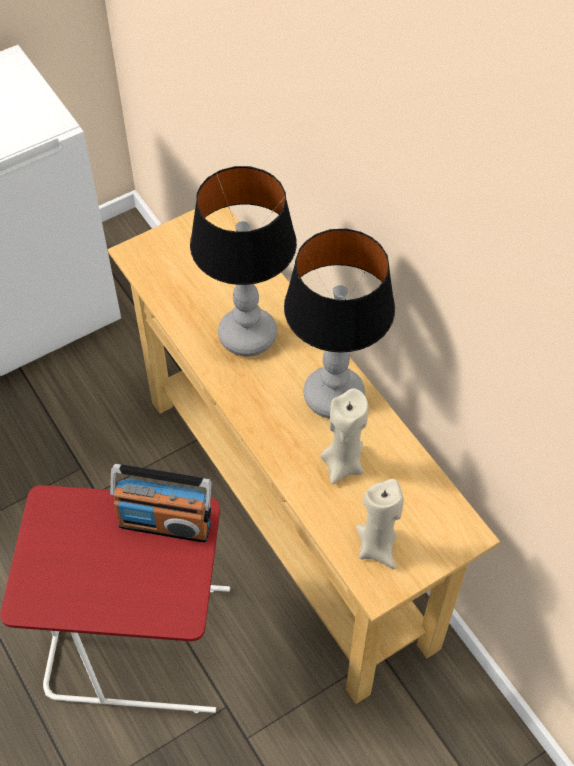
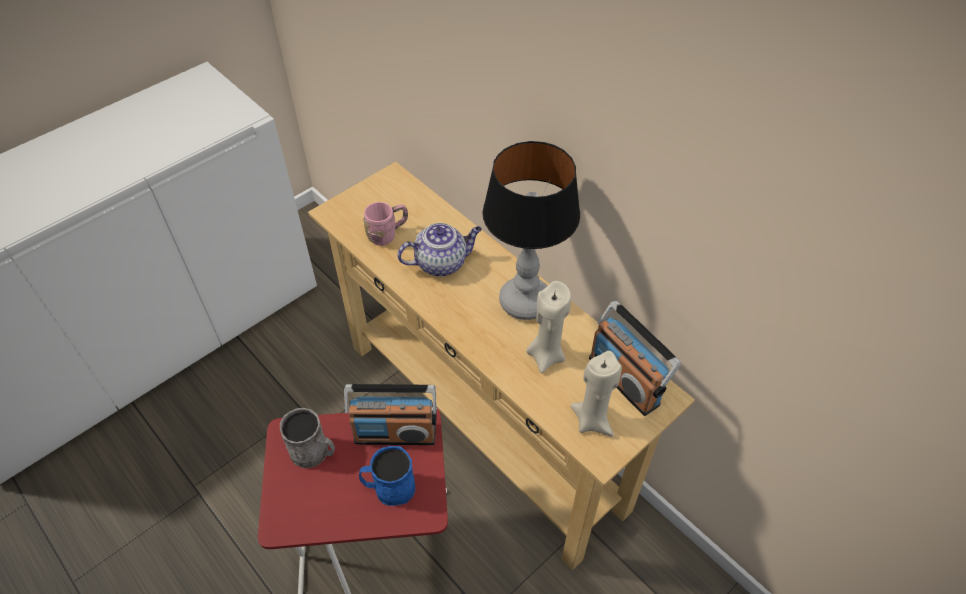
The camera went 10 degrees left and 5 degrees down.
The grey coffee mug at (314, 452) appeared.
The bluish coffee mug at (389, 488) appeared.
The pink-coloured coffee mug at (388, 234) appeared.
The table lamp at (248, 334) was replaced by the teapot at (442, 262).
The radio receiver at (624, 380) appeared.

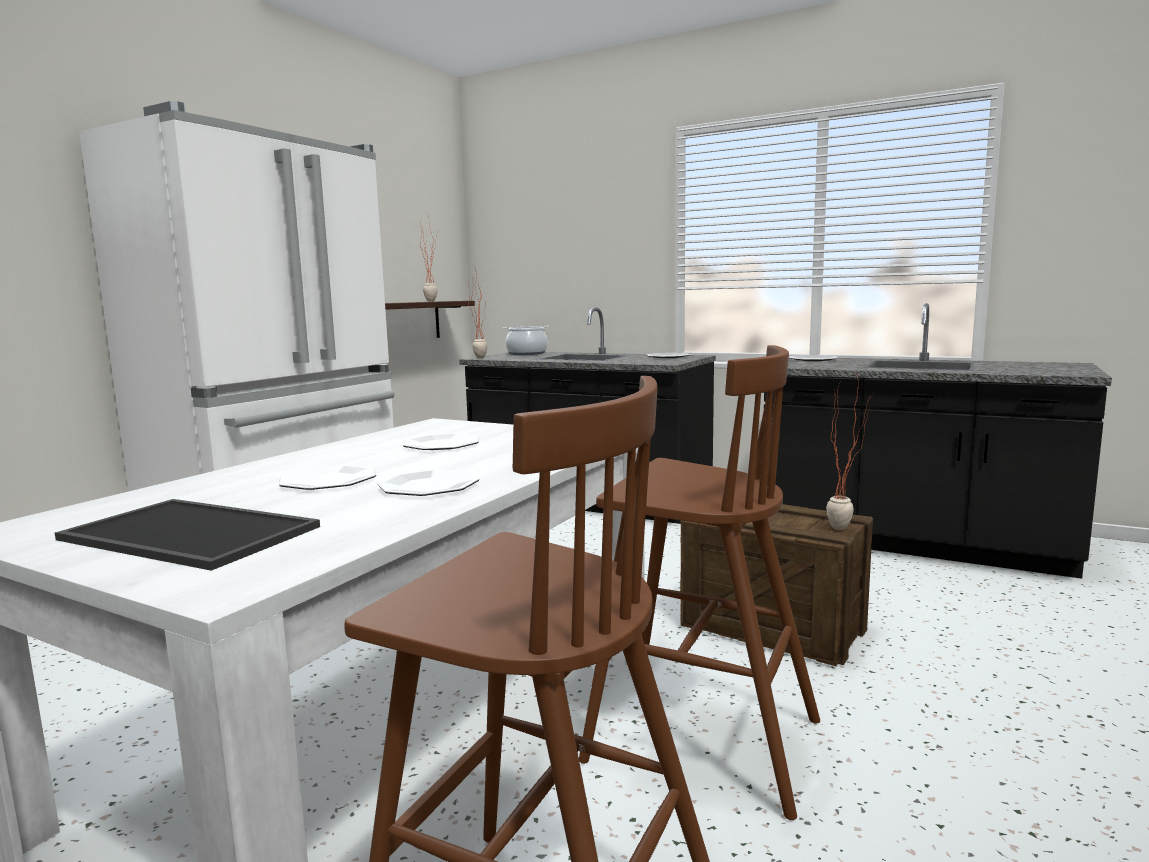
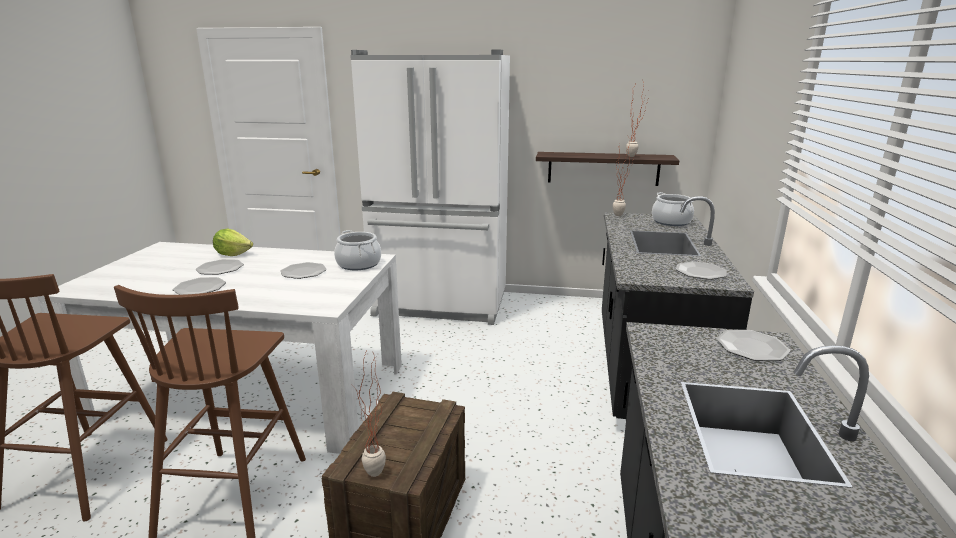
The camera went 70 degrees right and 10 degrees up.
The head of lettuce at (233, 254) appeared.
The stockpot at (358, 264) appeared.
The carrying tray at (185, 534) disappeared.

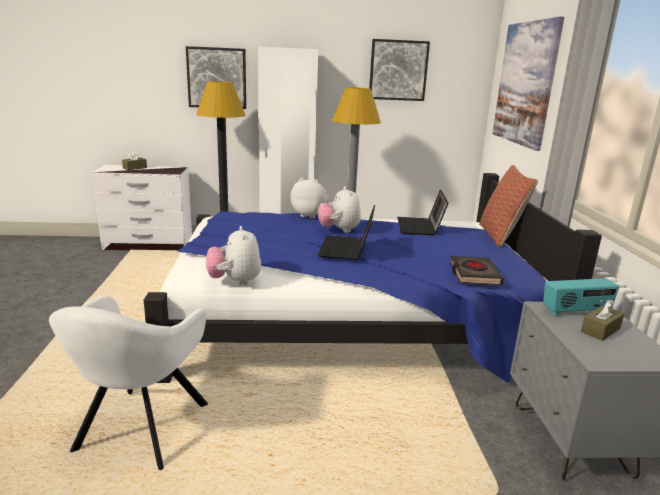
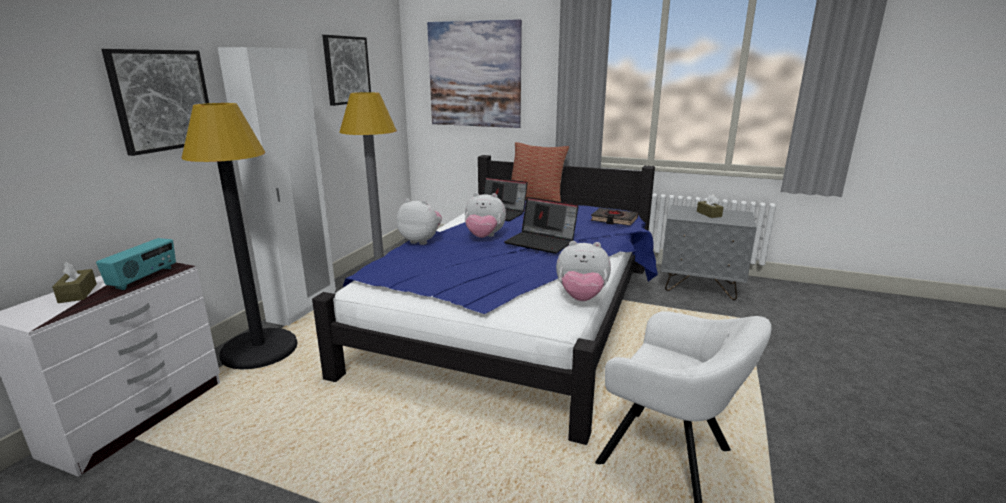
The camera went 65 degrees left and 0 degrees up.
The radio receiver moved from (576, 311) to (144, 278).
The plush toy at (310, 215) turned 60 degrees clockwise.

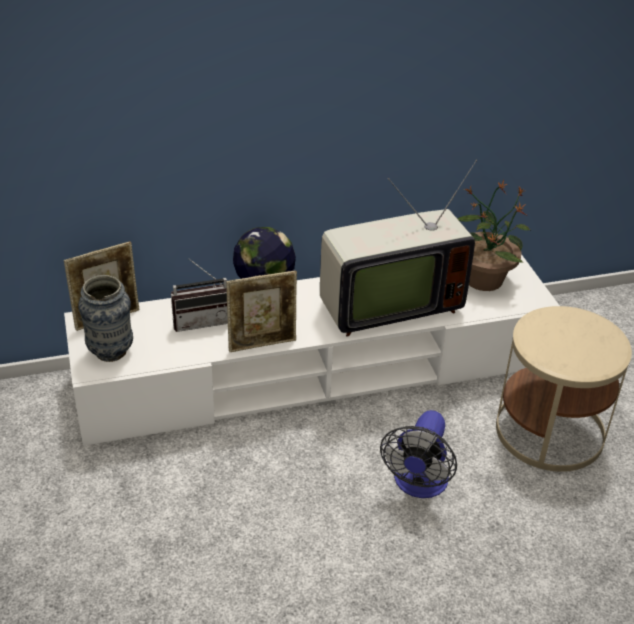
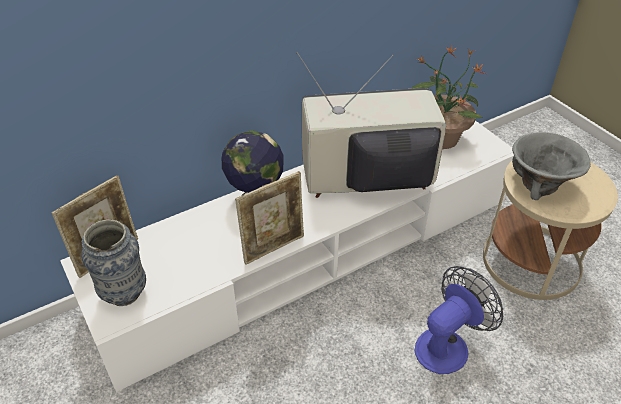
The camera went 15 degrees left and 5 degrees up.
The television at (386, 305) turned 150 degrees counterclockwise.
The fan at (418, 484) turned 135 degrees counterclockwise.
The grey serving bowl at (541, 184) appeared.
The radio receiver at (201, 320) disappeared.

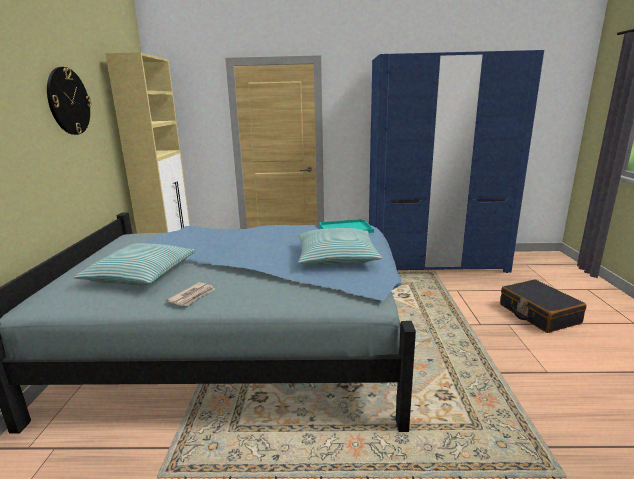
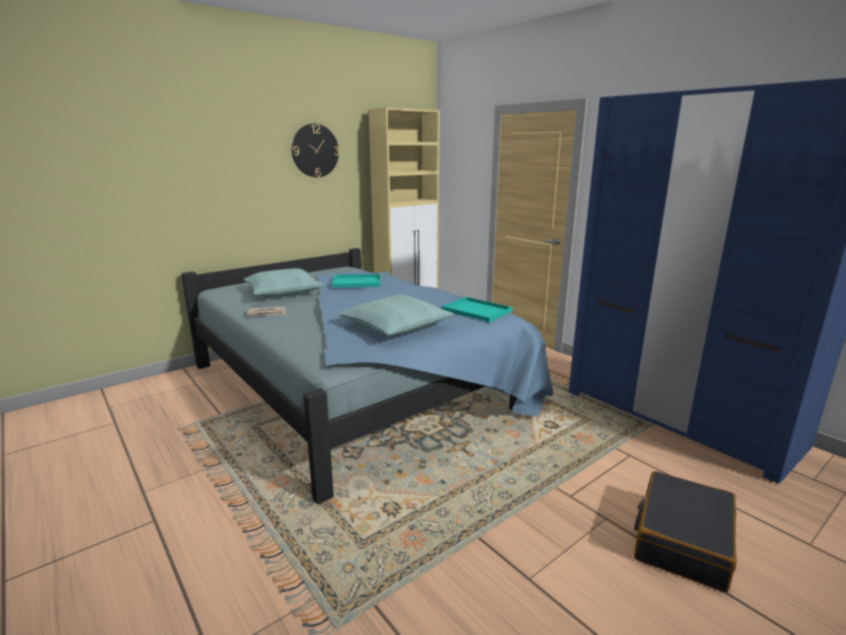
The camera went 50 degrees right and 0 degrees up.
The turquoise-coloured carrying tray at (358, 282) appeared.

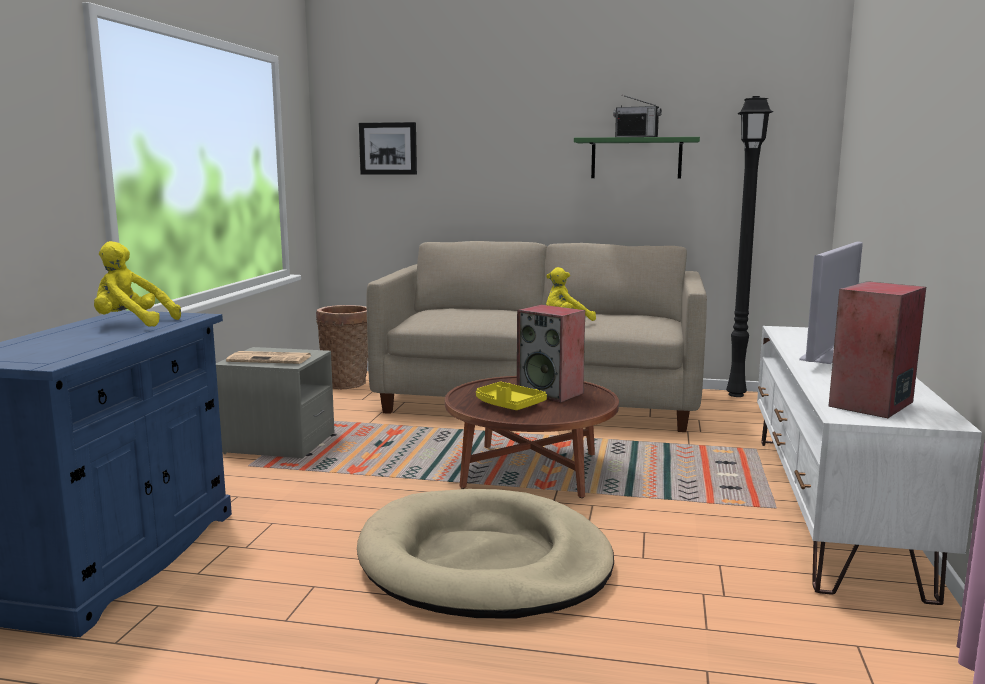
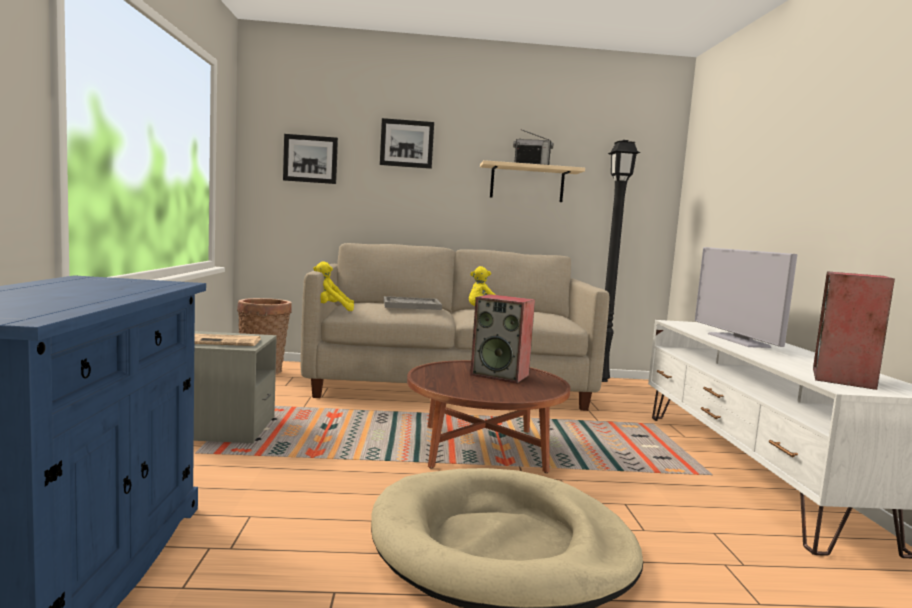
The camera went 15 degrees left and 5 degrees down.
The yellowish plush toy moved from (132, 323) to (330, 309).
The picture at (407, 143) appeared.
The grey carrying tray at (412, 305) appeared.
The green-coloured shelf at (636, 158) became the beige-coloured shelf at (527, 183).
The television at (825, 354) turned 150 degrees clockwise.
The yellowish carrying tray at (508, 405) disappeared.

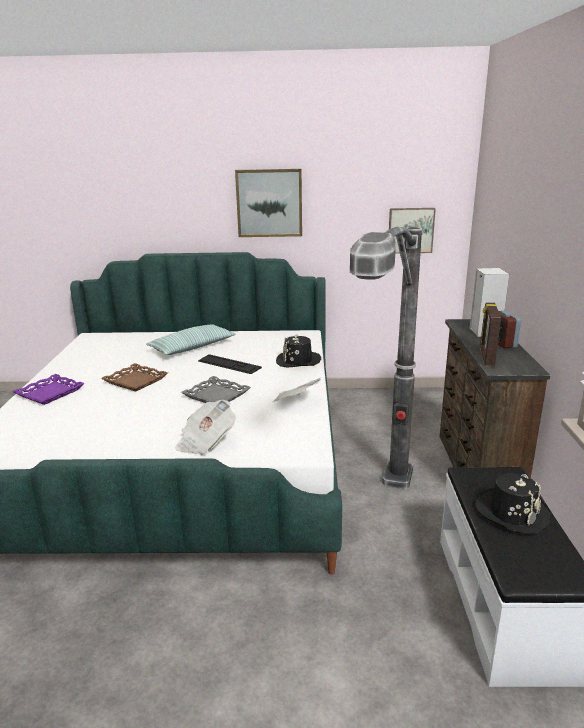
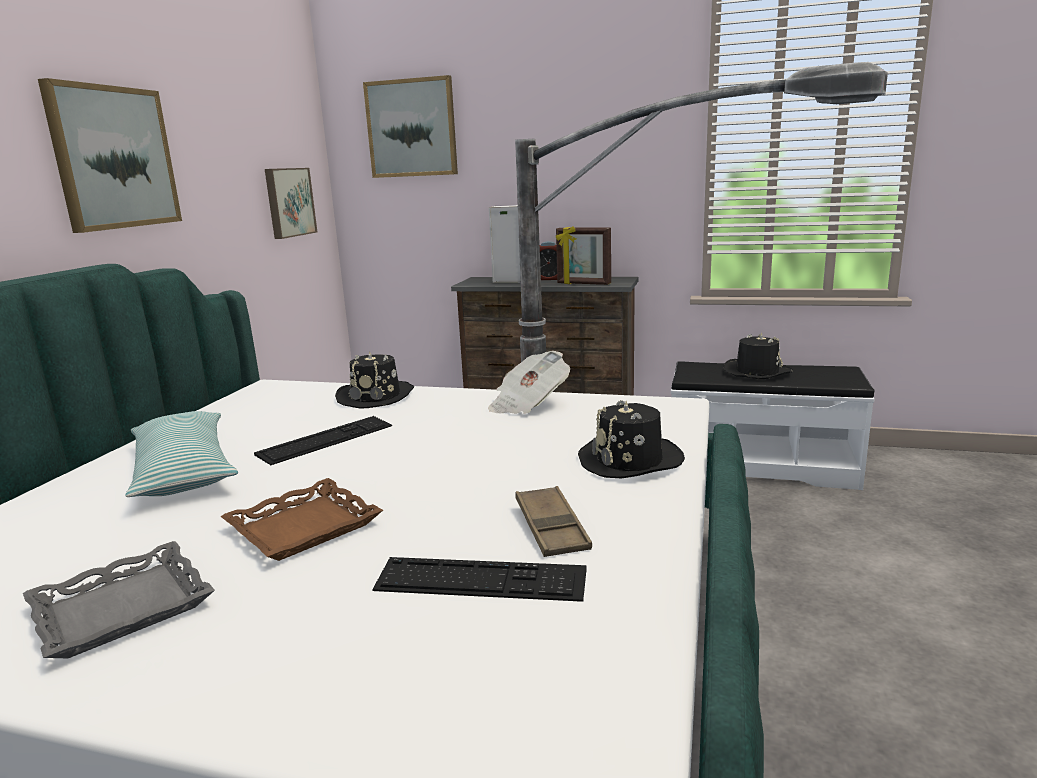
The camera went 75 degrees left and 5 degrees down.
The grey carrying tray moved from (217, 395) to (122, 607).
The picture at (412, 128) appeared.
The computer keyboard at (481, 580) appeared.
The brownish carrying tray at (551, 528) appeared.
The daily paper at (205, 442) was replaced by the blackish clothing hat at (630, 460).
The purplish carrying tray at (49, 393) disappeared.

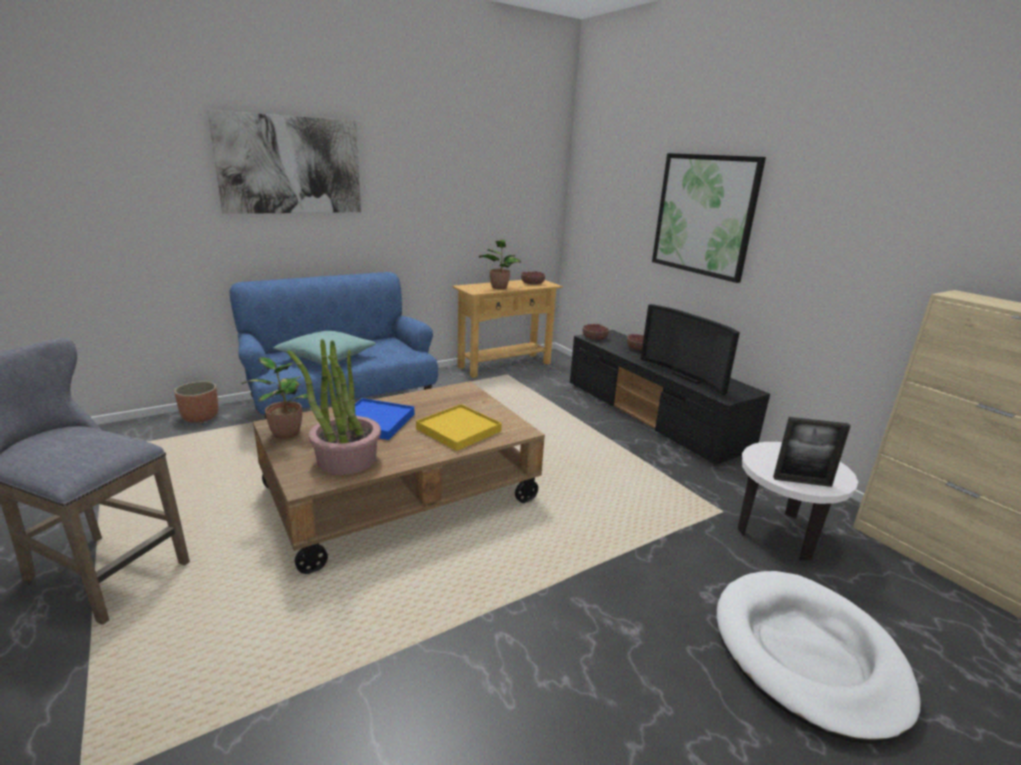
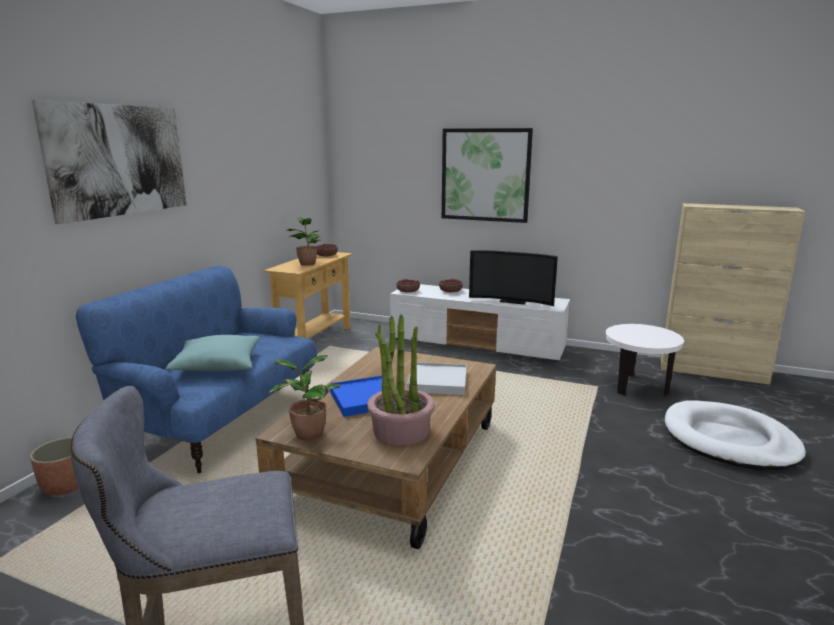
The camera went 35 degrees left and 5 degrees down.
The blackish tv stand at (653, 416) became the white-coloured tv stand at (478, 343).
The yellowish carrying tray at (459, 430) became the white-coloured carrying tray at (438, 381).
The standing frame at (802, 481) disappeared.

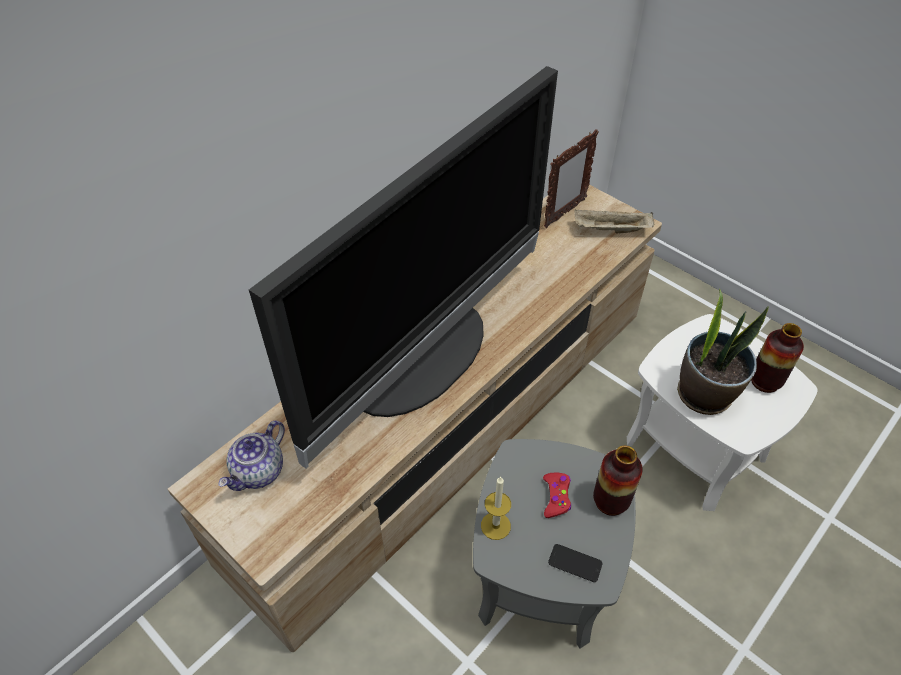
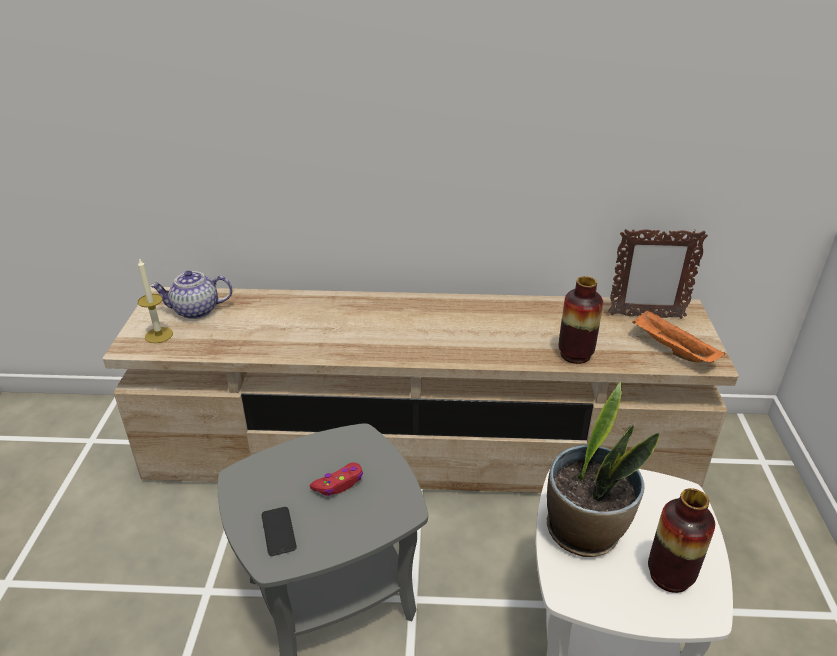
The camera went 50 degrees right and 15 degrees down.
The candle moved from (495, 526) to (159, 335).
The flower vase moved from (610, 501) to (575, 354).
The beige-coloured carrying tray at (610, 230) became the orange-coloured carrying tray at (671, 350).
The television at (424, 361) disappeared.

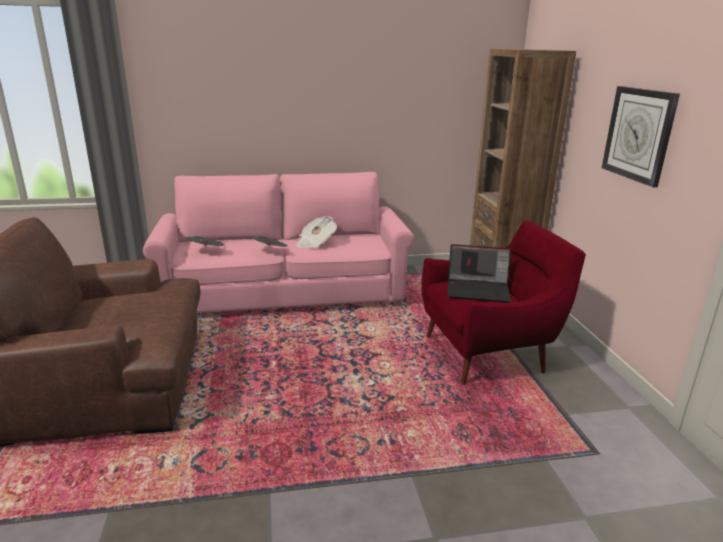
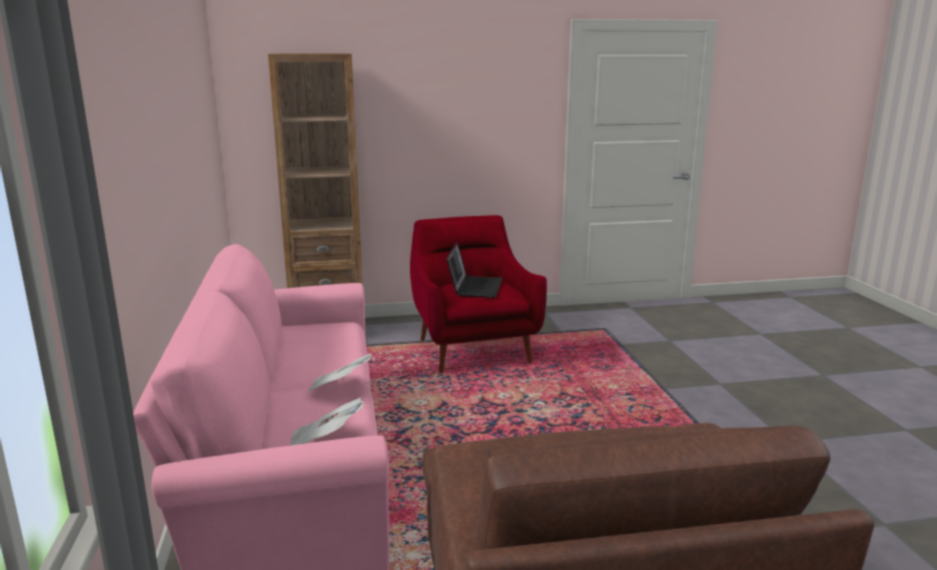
The camera went 90 degrees left and 5 degrees down.
The daily paper at (315, 243) disappeared.
The wall clock at (639, 134) disappeared.

